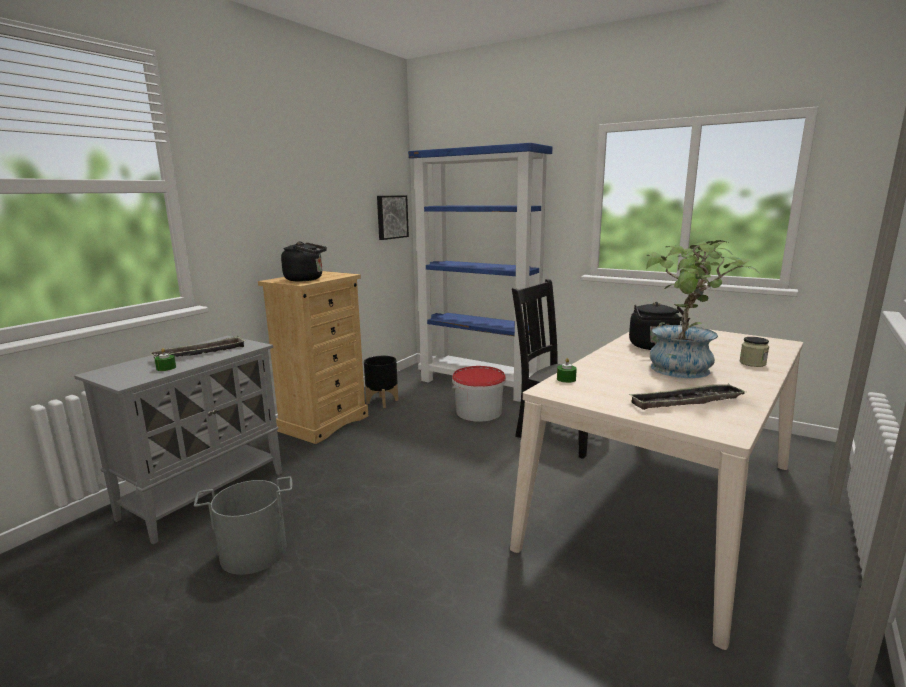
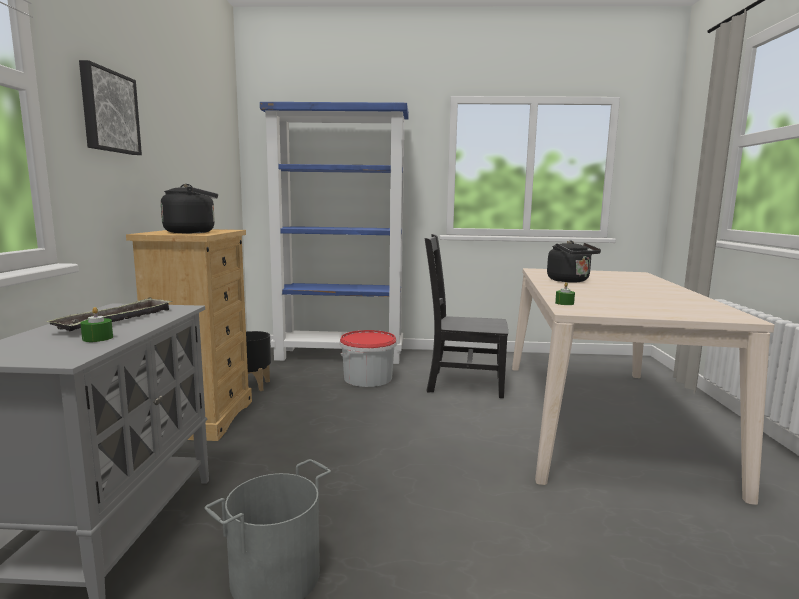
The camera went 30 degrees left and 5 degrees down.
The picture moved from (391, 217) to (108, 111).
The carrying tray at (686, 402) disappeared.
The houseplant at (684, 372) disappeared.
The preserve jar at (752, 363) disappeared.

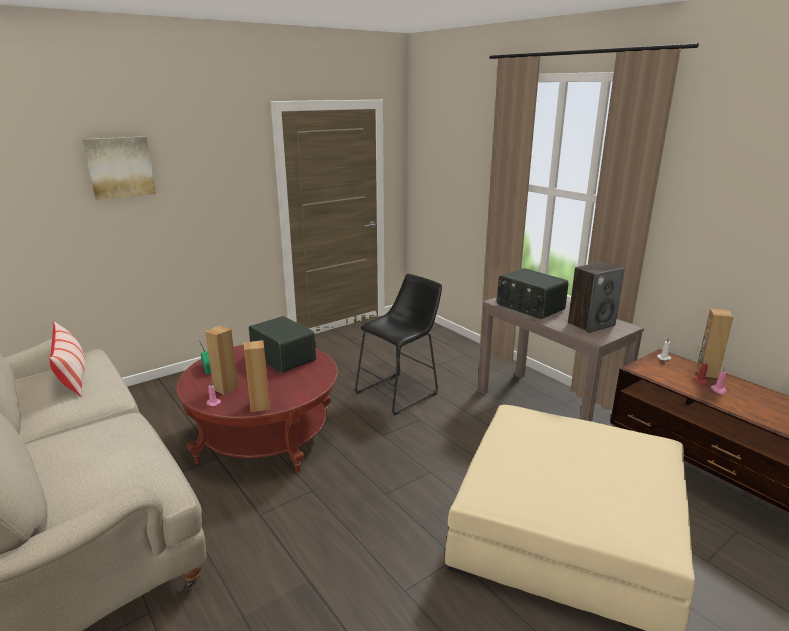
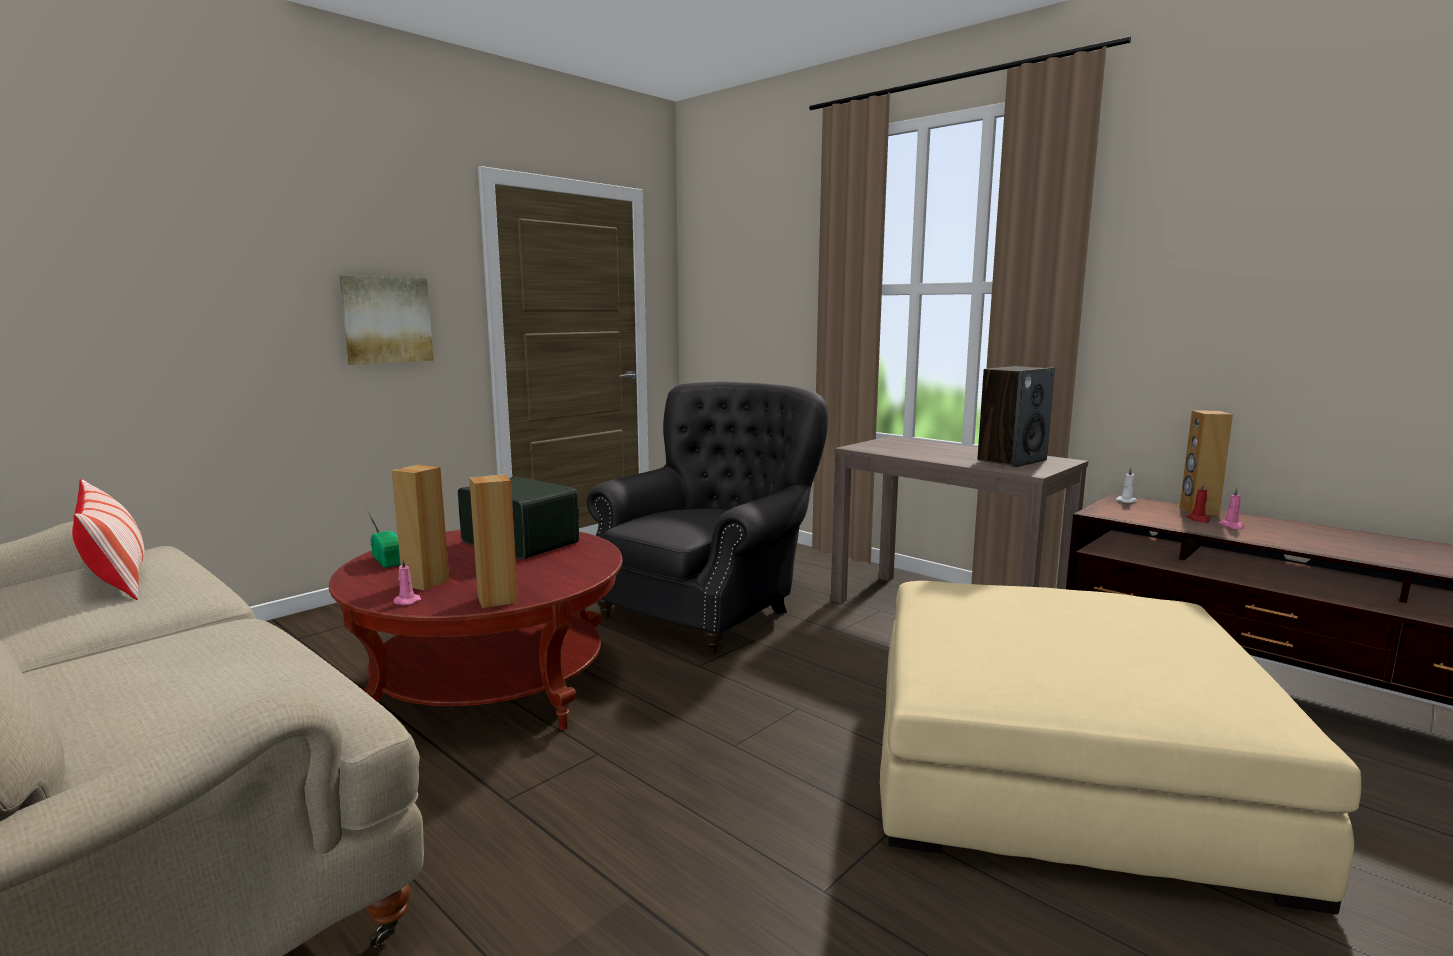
The camera went 10 degrees left and 10 degrees down.
The picture moved from (120, 167) to (386, 320).
The blackish sitting stool at (400, 392) was replaced by the grey armchair at (708, 609).
The radio receiver at (529, 307) disappeared.

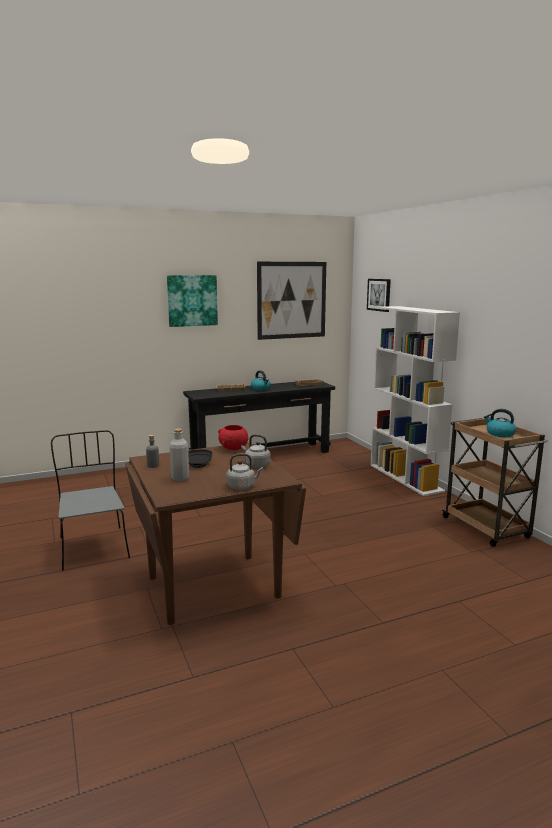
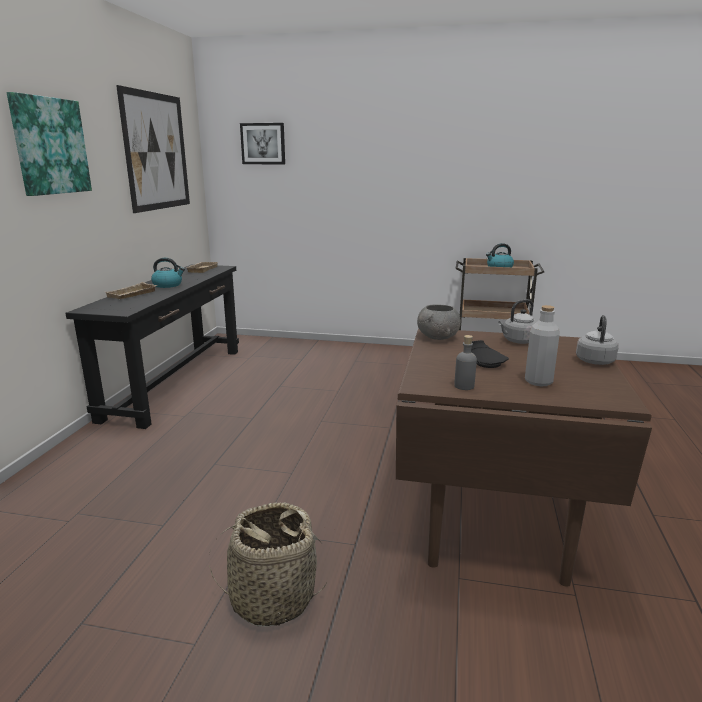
The camera went 55 degrees left and 5 degrees up.
The grey plain chair at (93, 547) was replaced by the storage basket at (272, 598).
The red-coloured serving bowl at (234, 448) became the grey serving bowl at (438, 337).
The white-coloured bookshelf at (406, 478) disappeared.

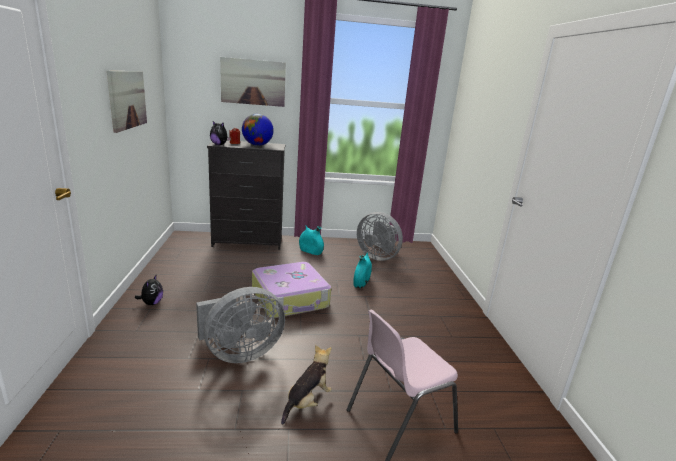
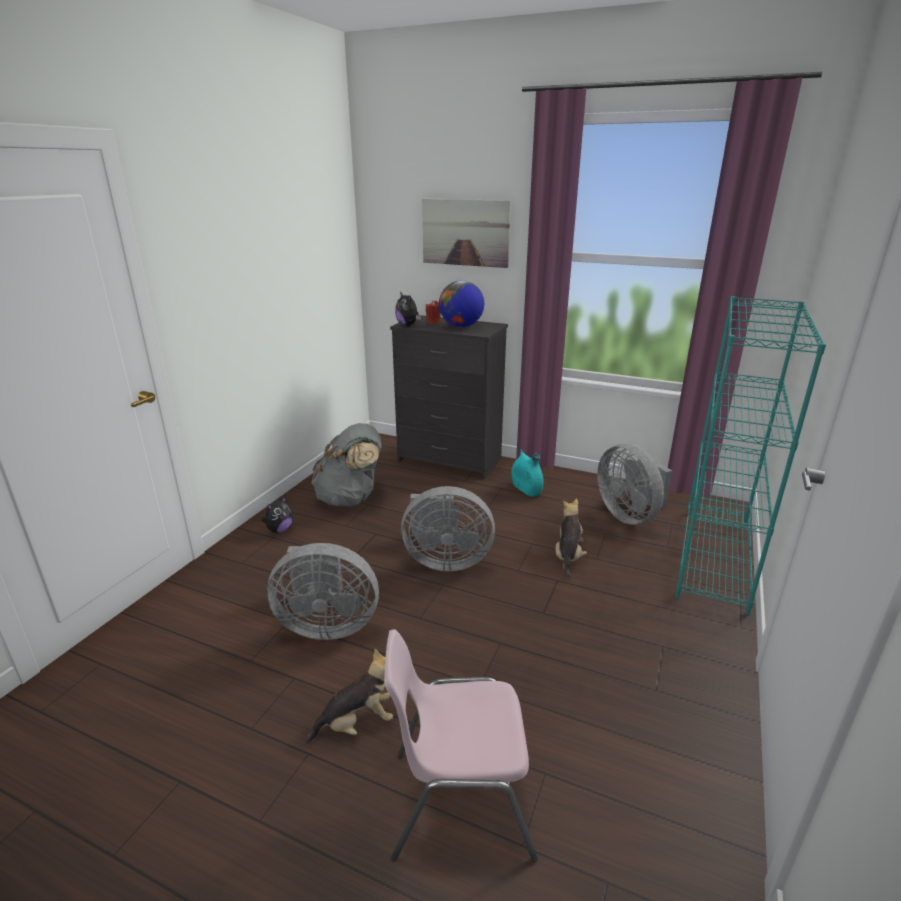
The camera went 30 degrees right and 5 degrees up.
The grey backpack at (351, 498) appeared.
The piece of luggage at (290, 299) was replaced by the grey fan at (445, 560).
The turquoise-coloured flower vase at (361, 283) was replaced by the plush toy at (568, 556).
The turquoise-coloured bookshelf at (714, 558) appeared.
The picture at (127, 99) disappeared.

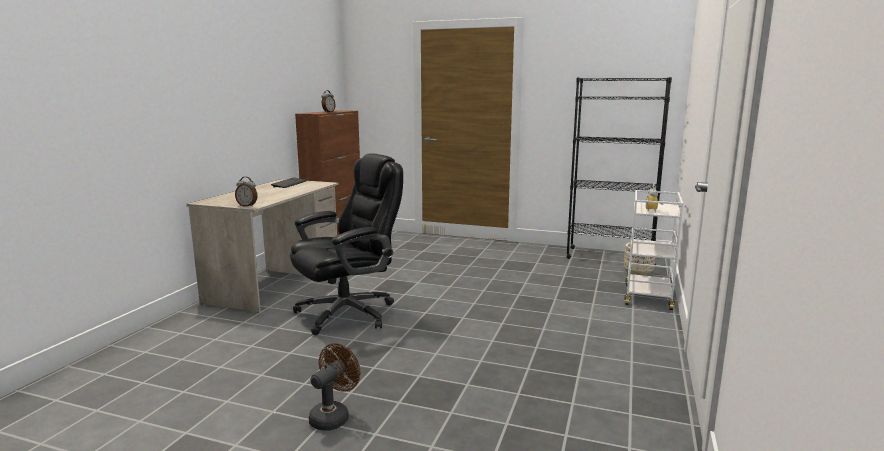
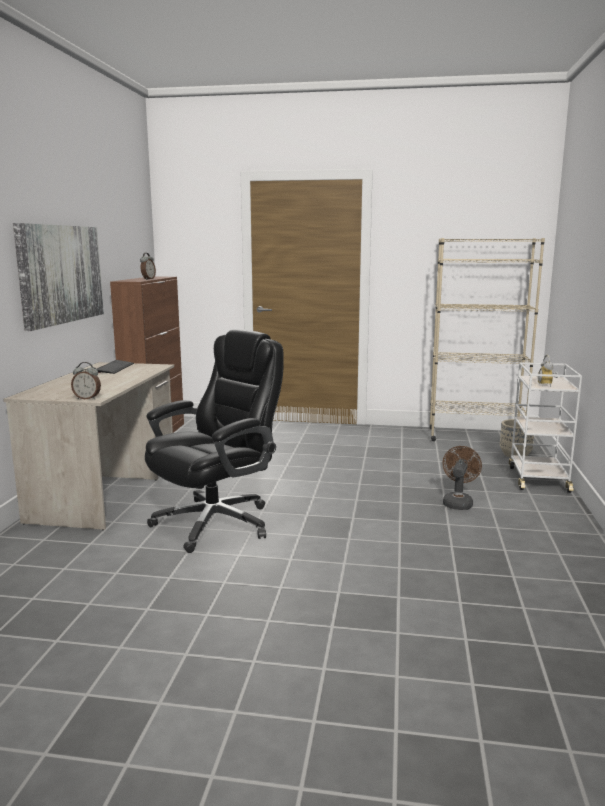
The camera went 10 degrees left and 0 degrees up.
The picture at (61, 274) appeared.
The blackish bookshelf at (609, 257) became the beige-coloured bookshelf at (475, 436).
The brownish fan moved from (333, 416) to (458, 502).

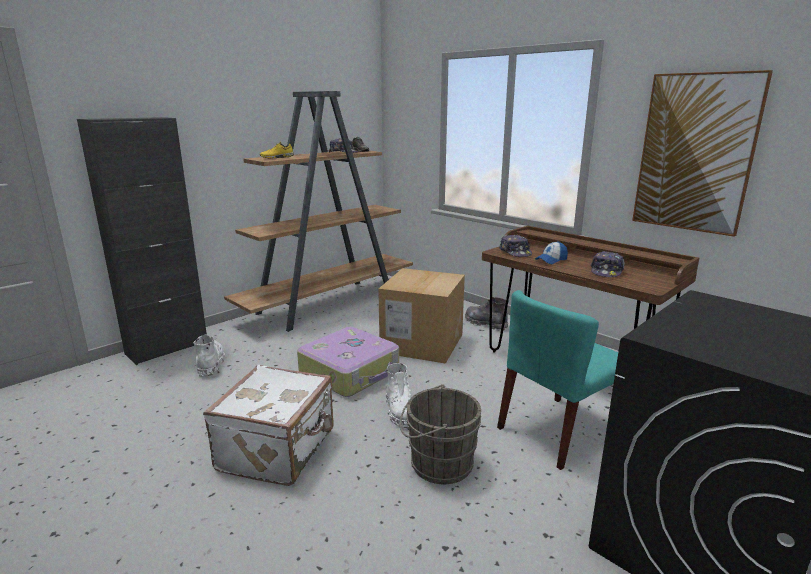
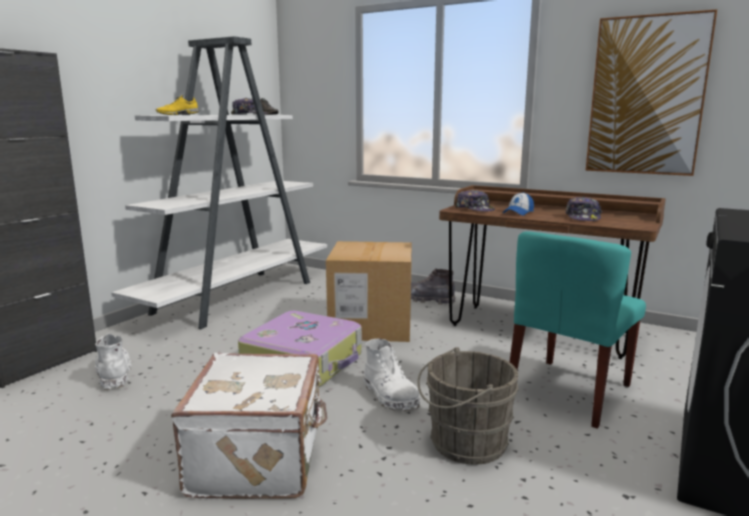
The camera went 15 degrees left and 5 degrees down.
The brownish bookshelf at (329, 304) became the white-coloured bookshelf at (237, 297).

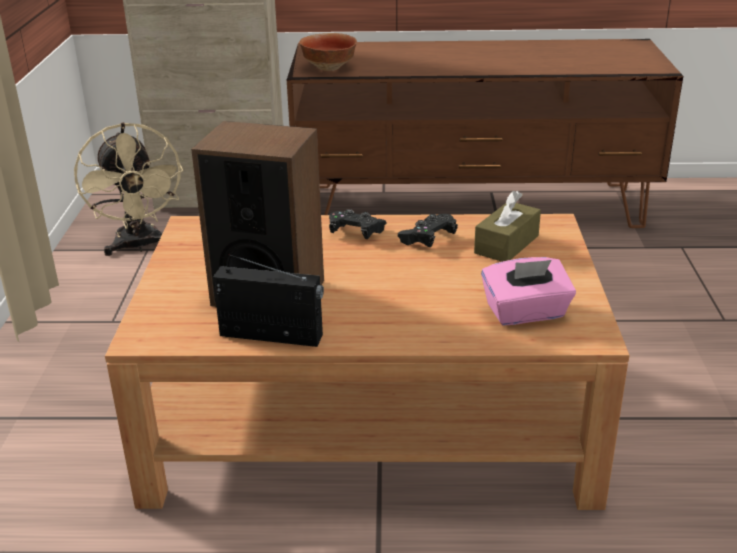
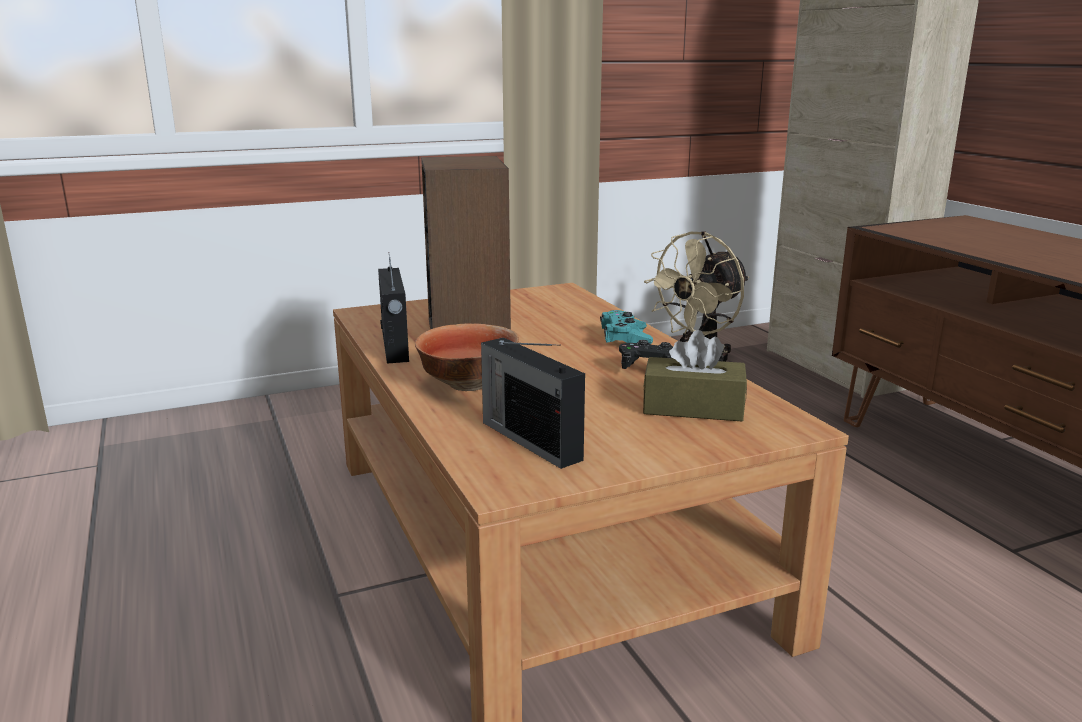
The camera went 65 degrees right and 10 degrees down.
The serving bowl moved from (330, 68) to (469, 385).
The pink-coloured box of tissues at (526, 313) was replaced by the radio receiver at (529, 439).
The blackish game controller at (356, 233) became the turquoise-coloured game controller at (625, 341).

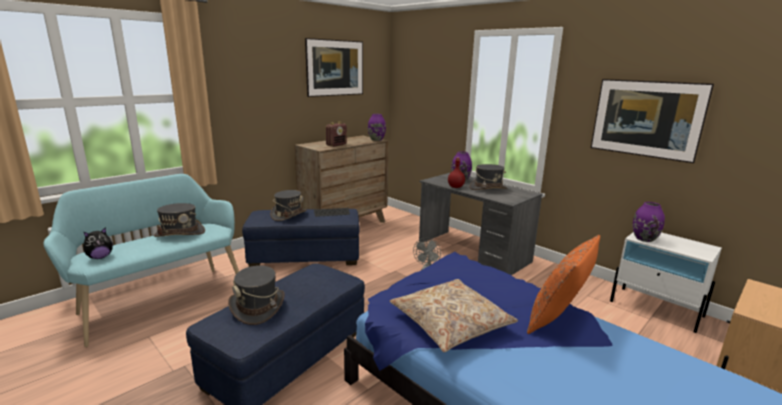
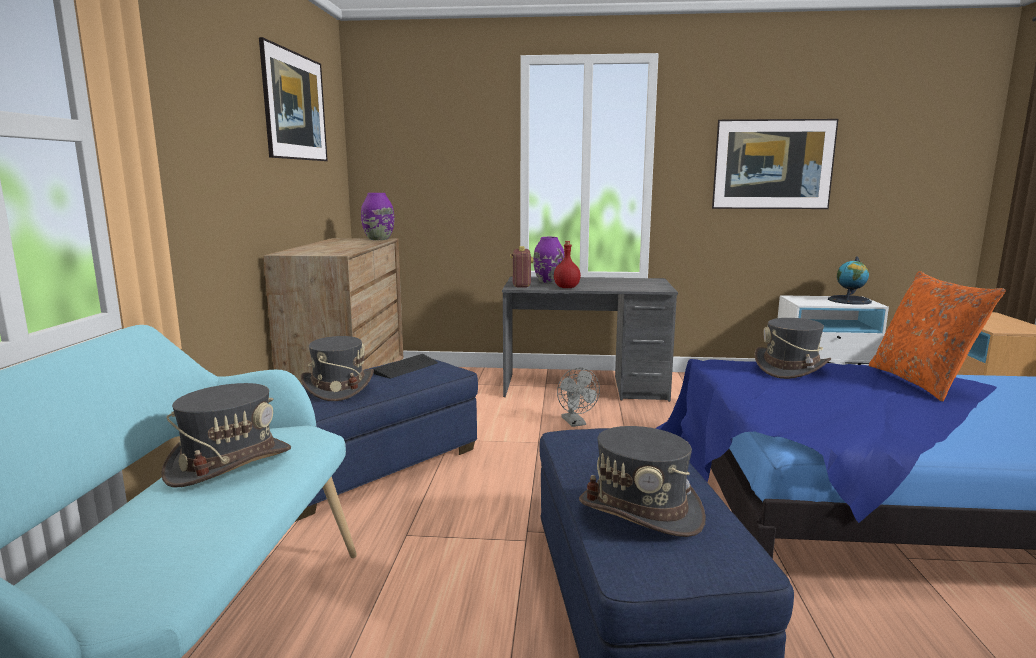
The camera went 40 degrees left and 5 degrees down.
The radio receiver moved from (336, 145) to (521, 285).
The grey clothing hat moved from (488, 188) to (791, 369).
The desk globe at (849, 300) appeared.
The plush toy at (100, 257) disappeared.
The beige-coloured pillow at (451, 323) disappeared.
The purplish flower vase at (644, 239) disappeared.

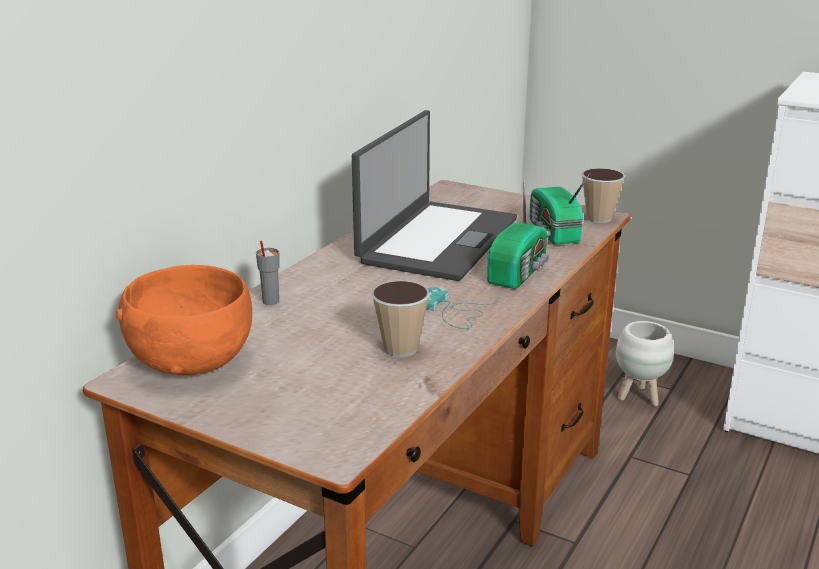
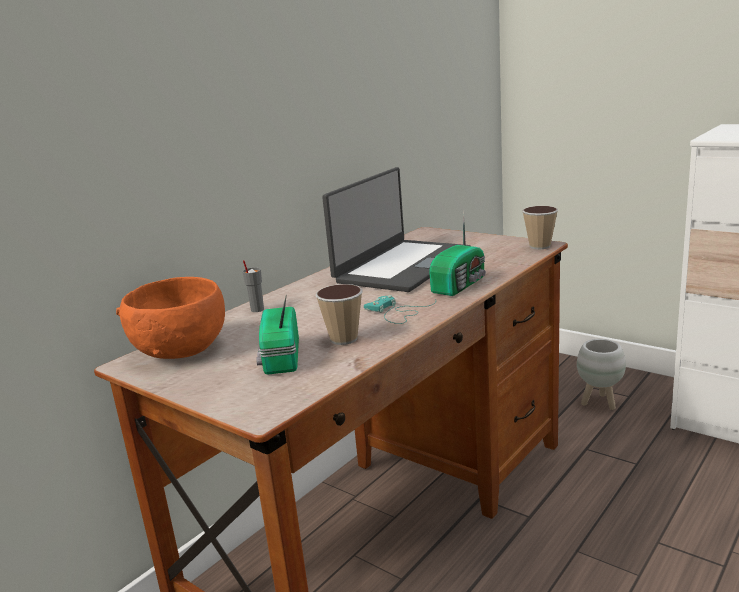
The camera went 10 degrees right and 5 degrees down.
The radio receiver moved from (553, 232) to (280, 358).

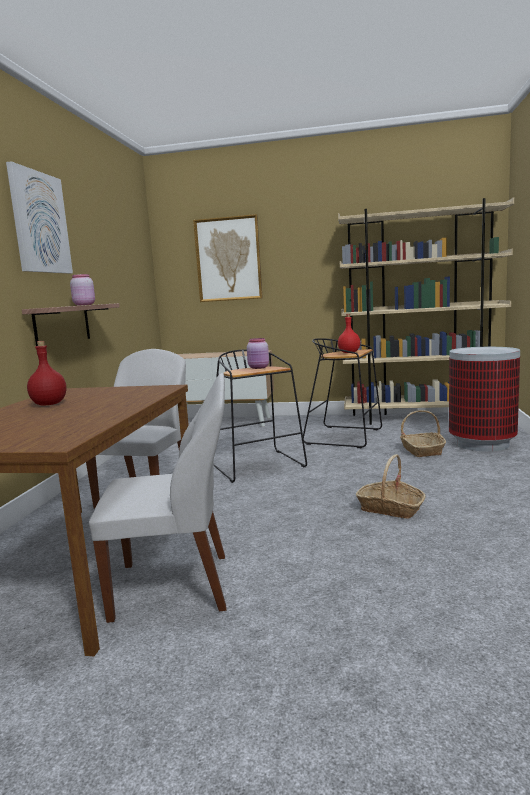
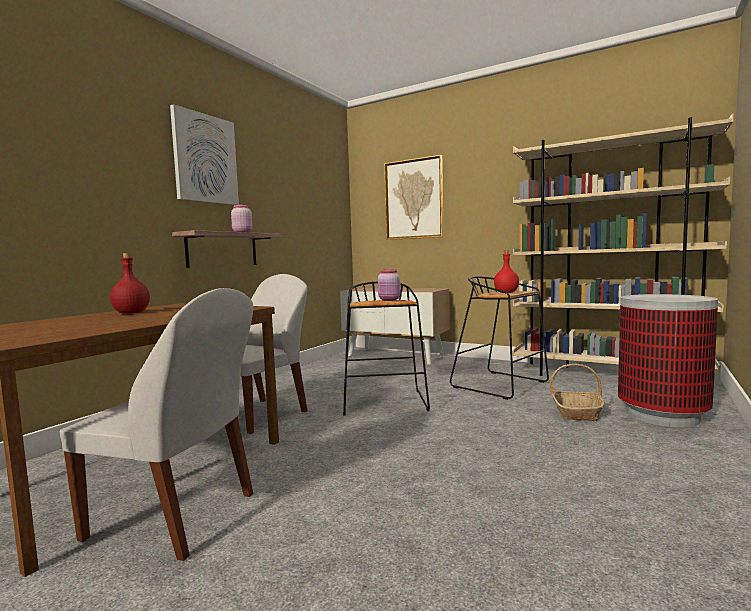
The camera went 20 degrees right and 5 degrees down.
The storage basket at (390, 508) disappeared.

